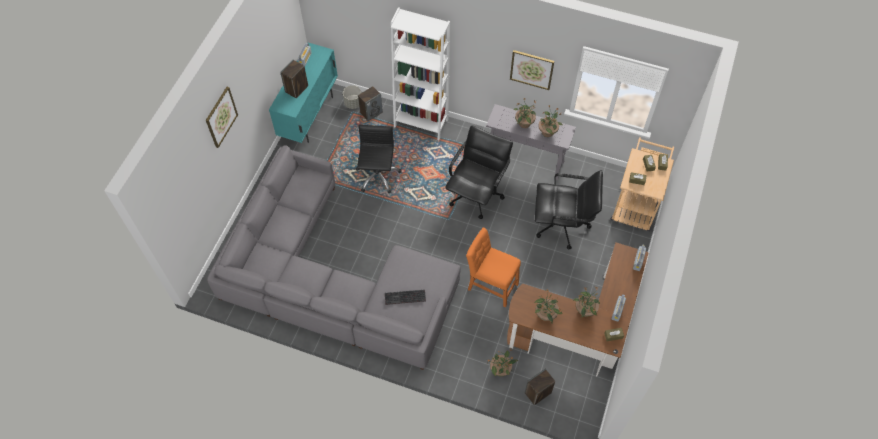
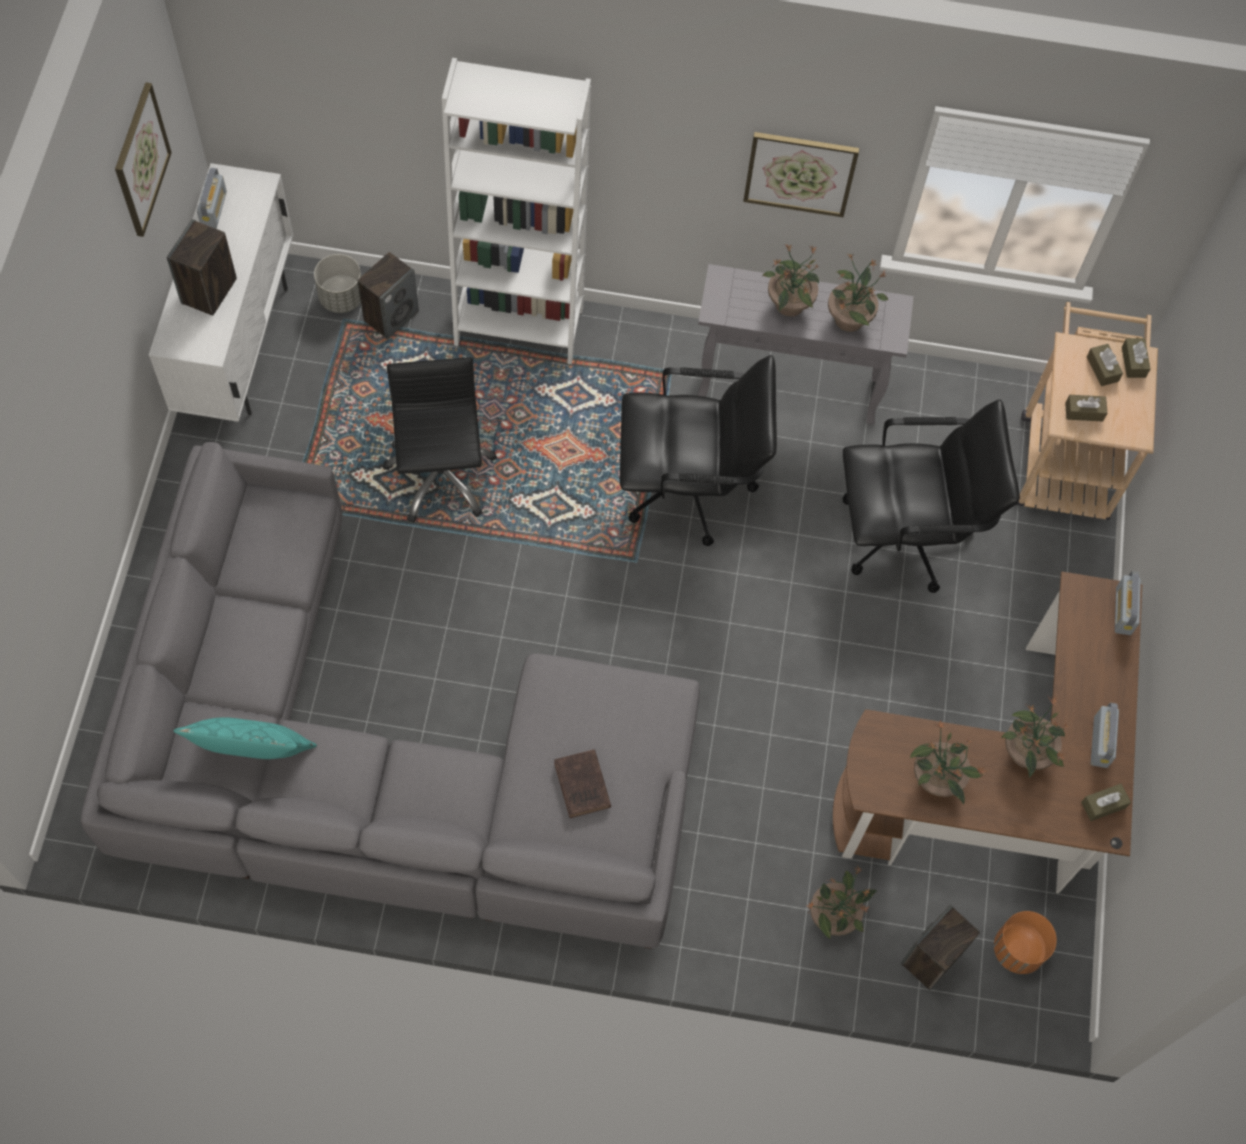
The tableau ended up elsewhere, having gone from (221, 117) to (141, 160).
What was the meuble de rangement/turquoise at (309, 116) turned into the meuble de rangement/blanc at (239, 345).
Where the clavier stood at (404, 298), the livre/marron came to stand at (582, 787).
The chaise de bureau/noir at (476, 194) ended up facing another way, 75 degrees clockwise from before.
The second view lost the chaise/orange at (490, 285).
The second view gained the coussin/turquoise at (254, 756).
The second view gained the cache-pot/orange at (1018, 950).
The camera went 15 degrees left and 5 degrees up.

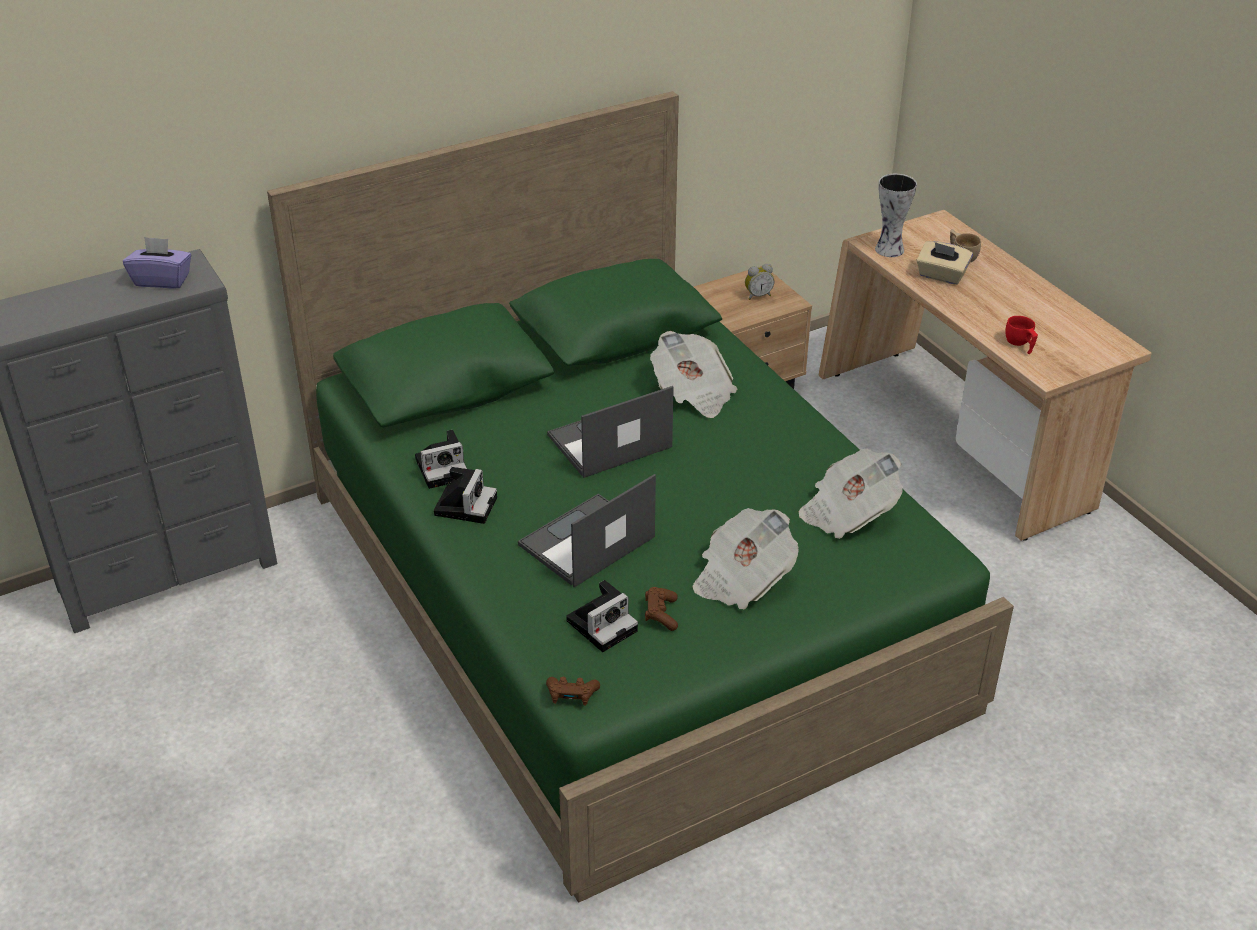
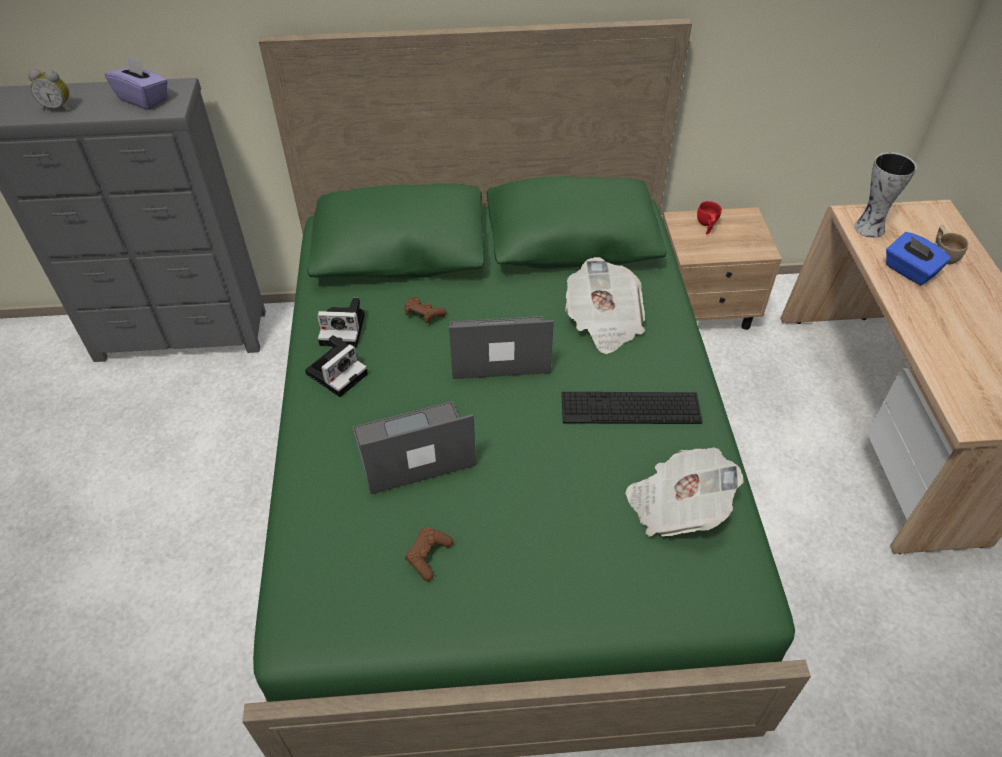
The manette/marron ended up elsewhere, having gone from (572, 696) to (423, 315).
The second view lost the appareil photo at (603, 624).
The second view lost the journal at (742, 579).
The réveil ended up elsewhere, having gone from (758, 295) to (59, 108).
What was the boîte à mouchoirs/beige at (941, 276) turned into the boîte à mouchoirs/bleu at (909, 271).
The tasse/rouge ended up elsewhere, having gone from (1020, 345) to (706, 225).
The second view gained the clavier at (630, 408).
The camera went 25 degrees right and 10 degrees up.

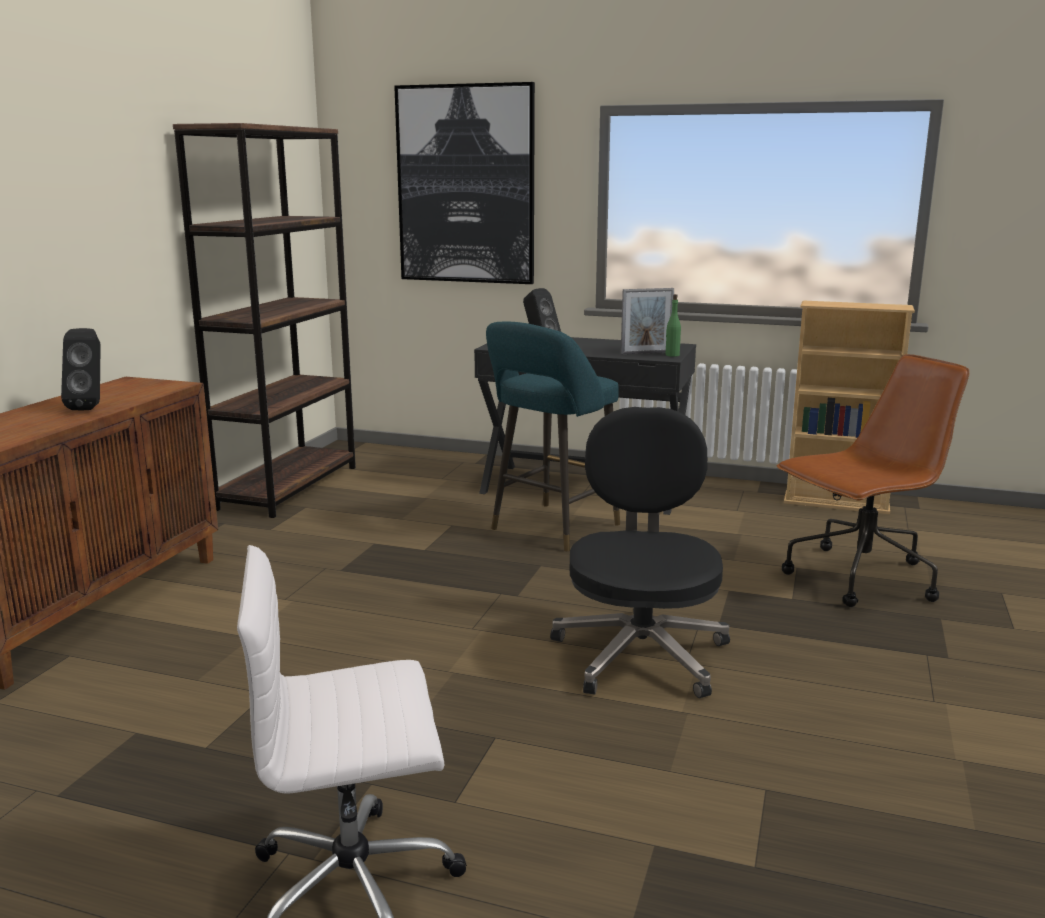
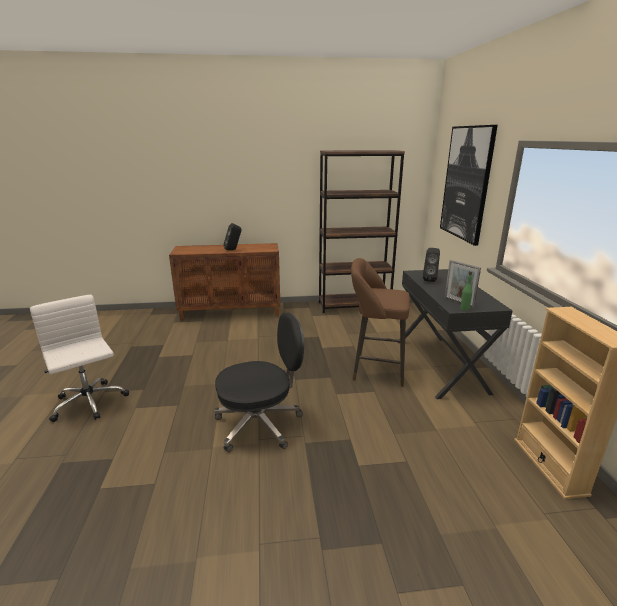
What was the tabouret/turquoise at (551, 529) turned into the tabouret/marron at (375, 369).
The second view lost the chaise de bureau/marron at (859, 579).
The camera went 65 degrees right and 5 degrees up.

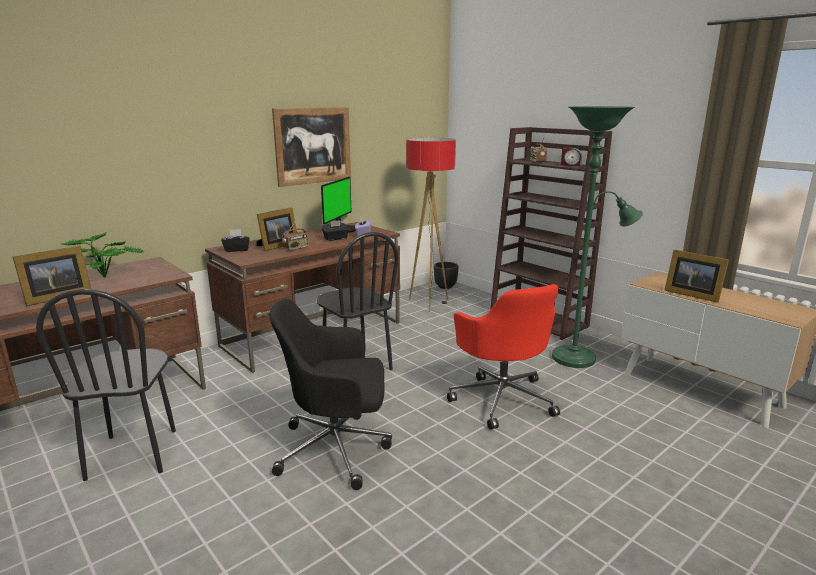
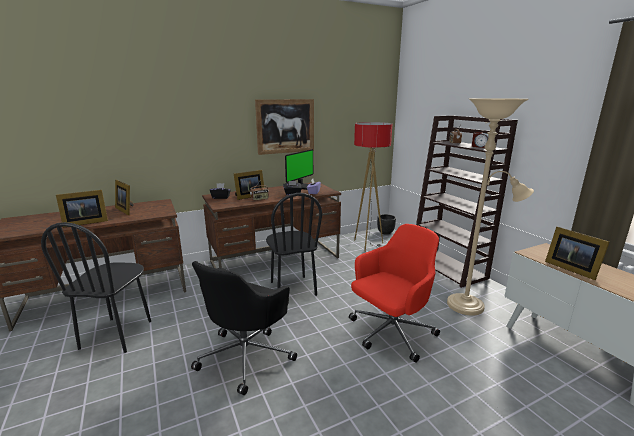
Where the plante en pot stood at (105, 276), the cadre photo came to stand at (126, 210).
The chaise de bureau/noir at (336, 449) ended up facing another way, 75 degrees counterclockwise from before.
The chaise de bureau/rouge at (502, 398) ended up facing another way, 120 degrees counterclockwise from before.
What was the lampadaire/vert at (579, 358) turned into the lampadaire/beige at (470, 305).
The camera went 15 degrees right and 0 degrees up.

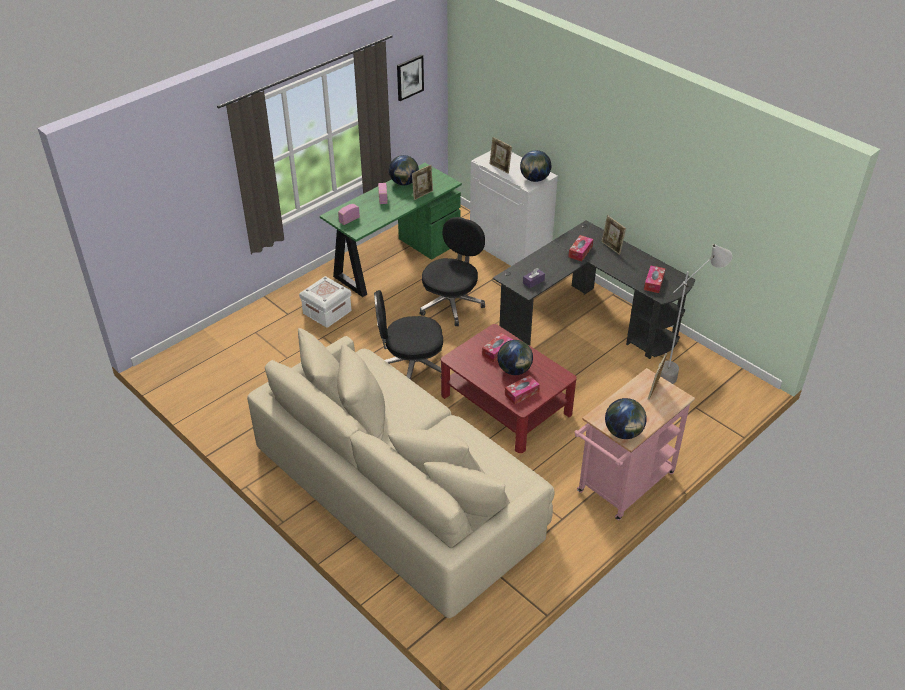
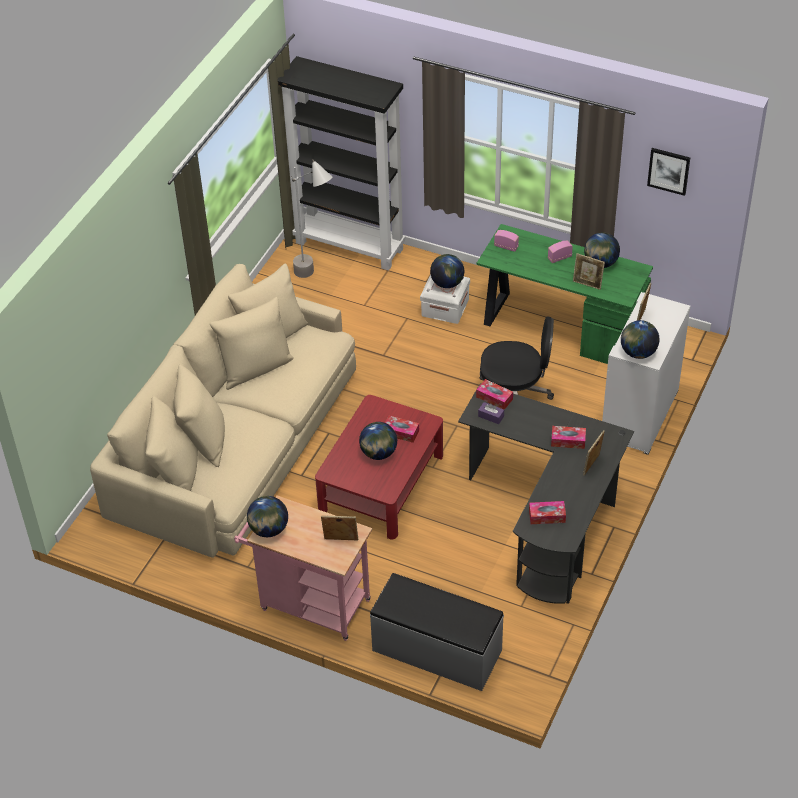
The second view lost the chaise de bureau/noir at (410, 367).
The boîte à mouchoirs ended up elsewhere, having gone from (521, 393) to (494, 398).
The lampadaire/gris ended up elsewhere, having gone from (680, 372) to (316, 278).
The second view gained the bibliothèque/noir at (350, 245).
The second view gained the banc/gris at (436, 651).
The second view gained the globe at (447, 283).
The camera went 70 degrees right and 5 degrees up.

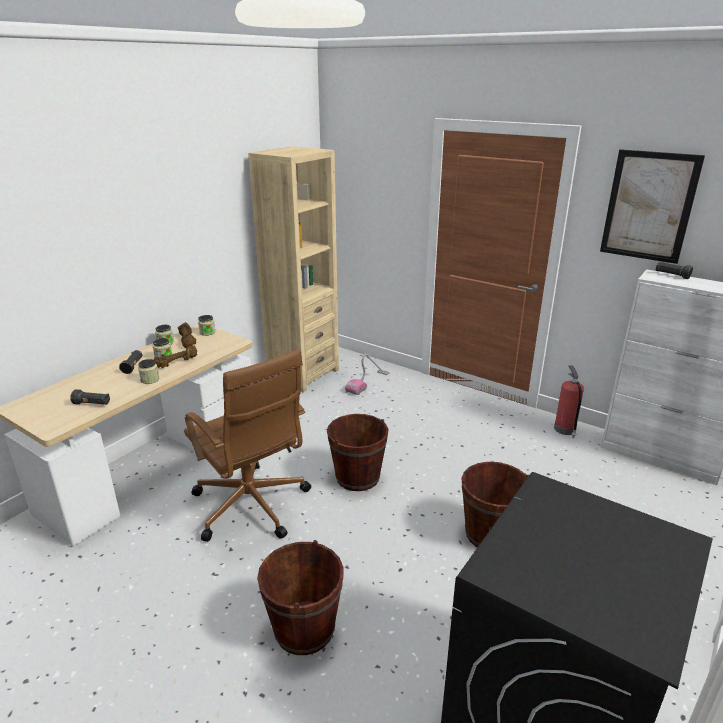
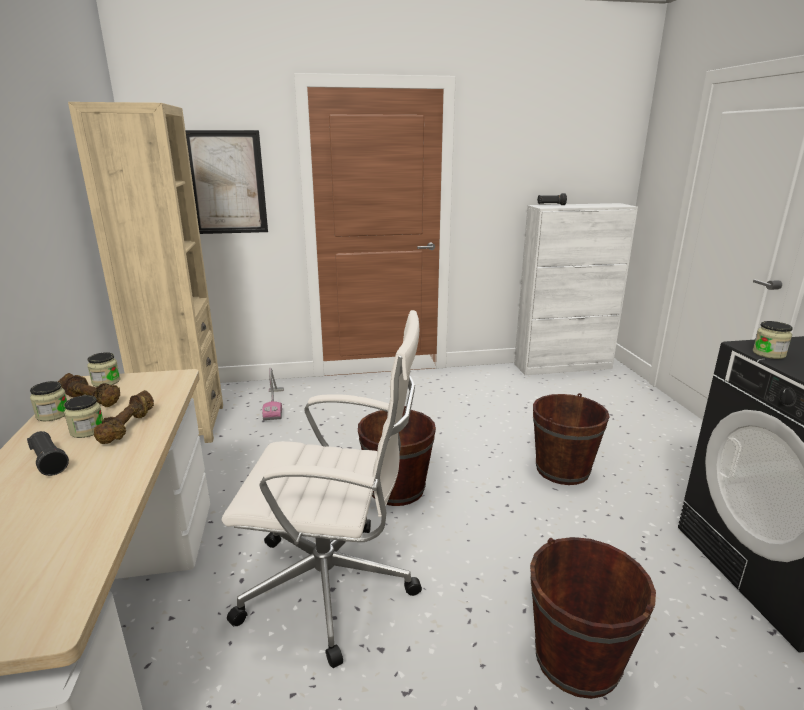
The second view lost the lampe de poche/noir at (92, 404).
The bocal ended up elsewhere, having gone from (150, 379) to (768, 354).
What was the chaise de bureau/marron at (252, 507) turned into the chaise de bureau/blanc at (333, 586).
The second view lost the extincteur at (565, 430).
The tableau ended up elsewhere, having gone from (648, 206) to (227, 183).
The camera went 45 degrees left and 5 degrees down.

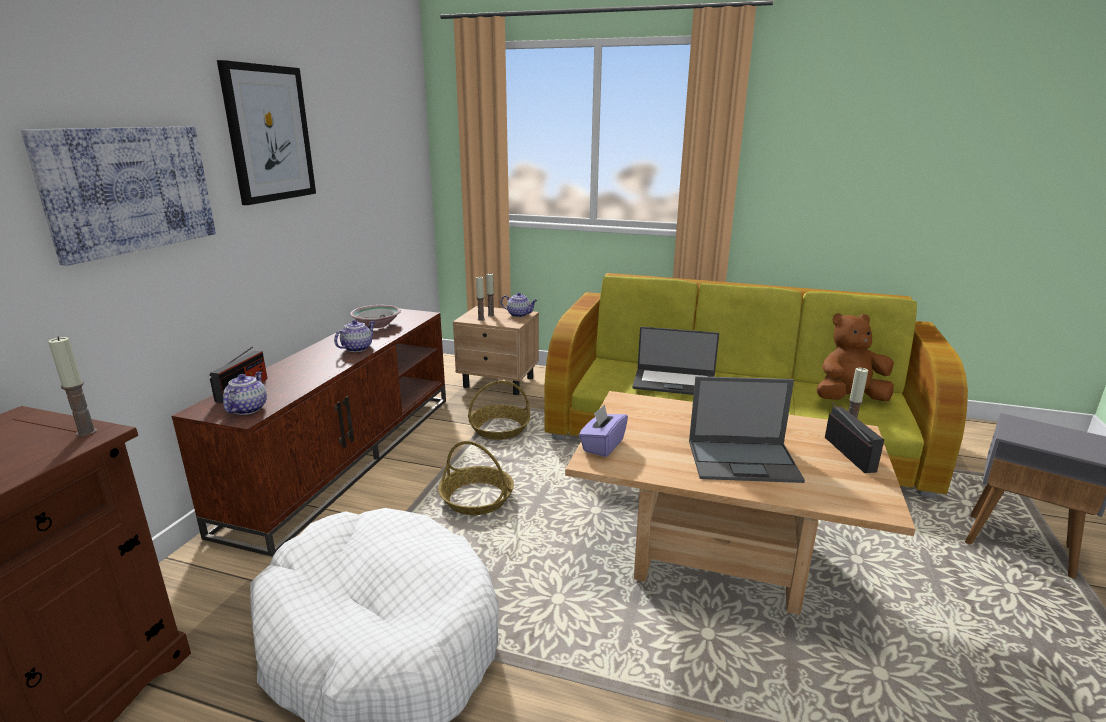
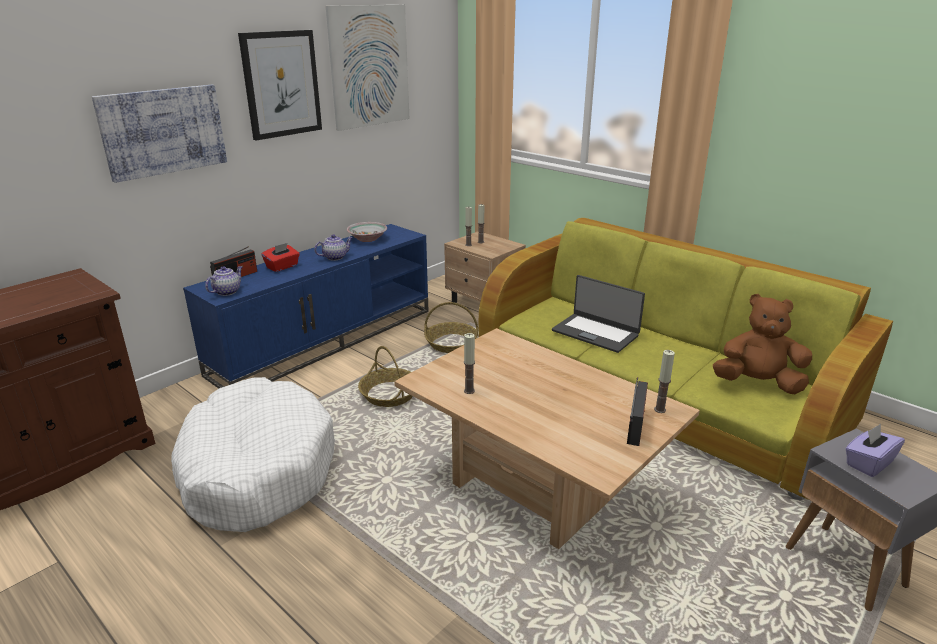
The bougie ended up elsewhere, having gone from (86, 432) to (469, 391).
What was the meuble télé/marron at (347, 455) turned into the meuble télé/bleu at (325, 340).
The second view lost the théière at (519, 315).
The boîte à mouchoirs/violet ended up elsewhere, having gone from (602, 445) to (868, 463).
The second view lost the ordinateur portable at (744, 461).
The second view gained the boîte à mouchoirs/rouge at (282, 267).
The second view gained the tableau at (369, 66).
The camera went 25 degrees right and 5 degrees up.

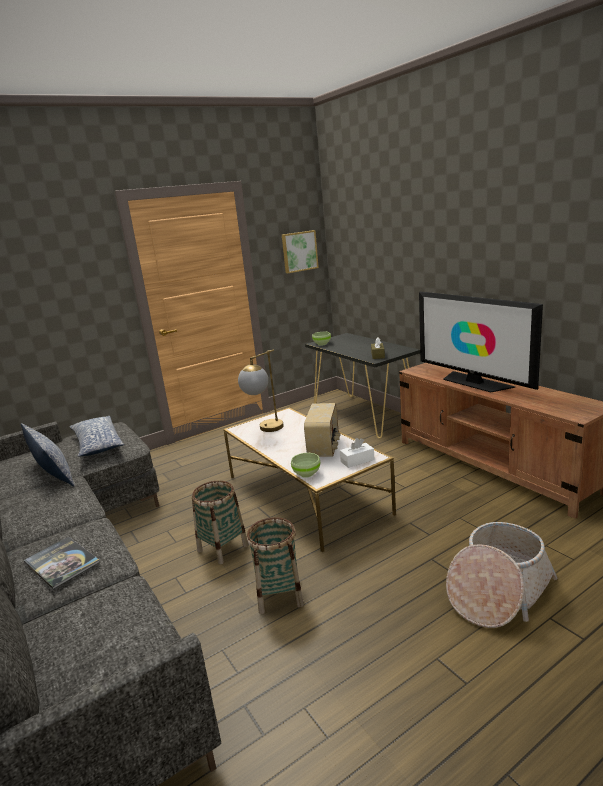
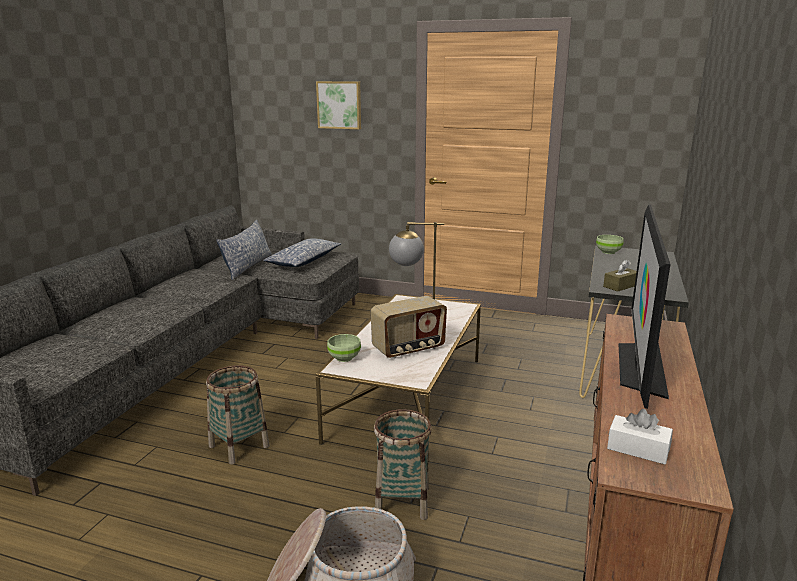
The second view lost the livre at (62, 563).
The panier ended up elsewhere, having gone from (223, 548) to (402, 501).
The tableau ended up elsewhere, having gone from (299, 251) to (339, 105).
The boîte à mouchoirs/blanc ended up elsewhere, having gone from (357, 461) to (638, 449).
The camera went 50 degrees right and 0 degrees up.

